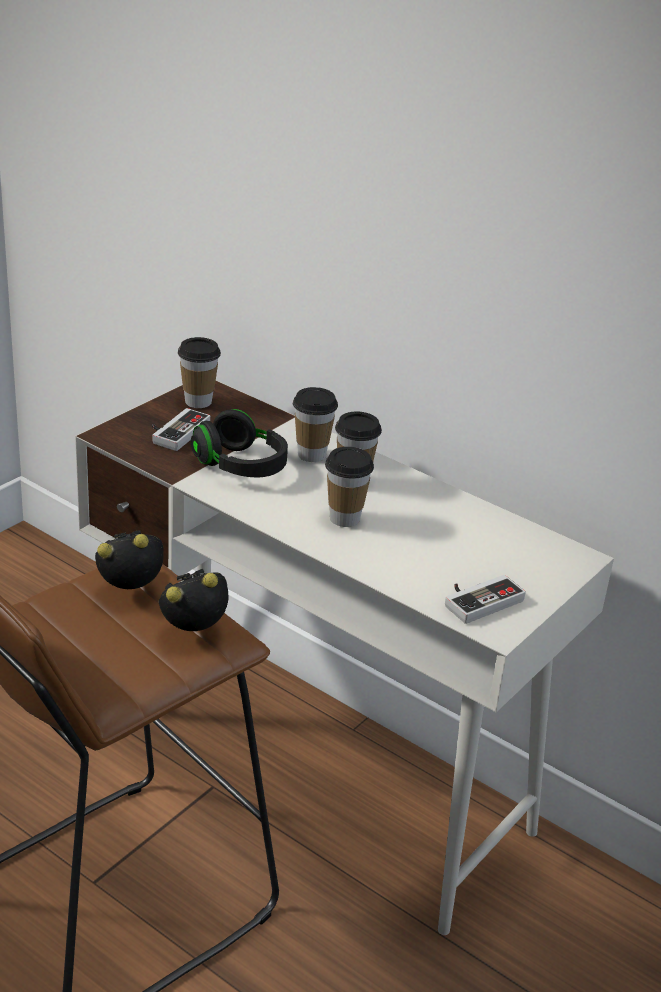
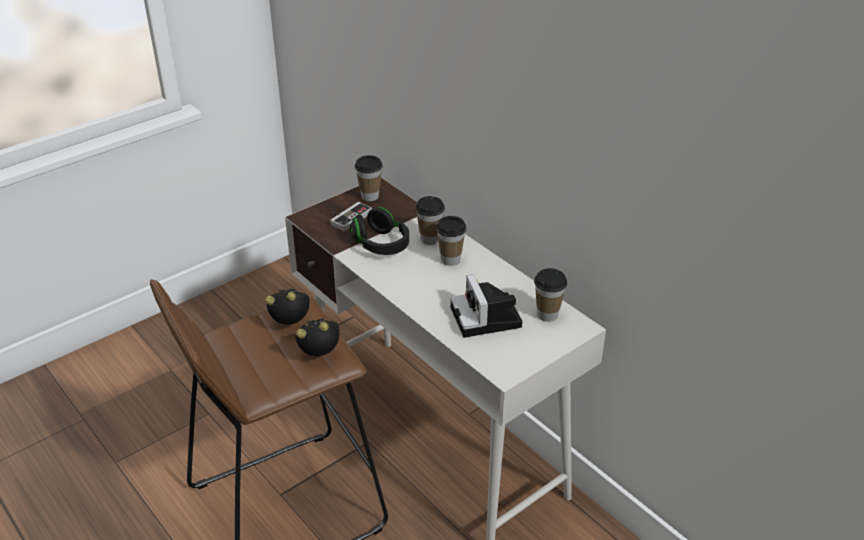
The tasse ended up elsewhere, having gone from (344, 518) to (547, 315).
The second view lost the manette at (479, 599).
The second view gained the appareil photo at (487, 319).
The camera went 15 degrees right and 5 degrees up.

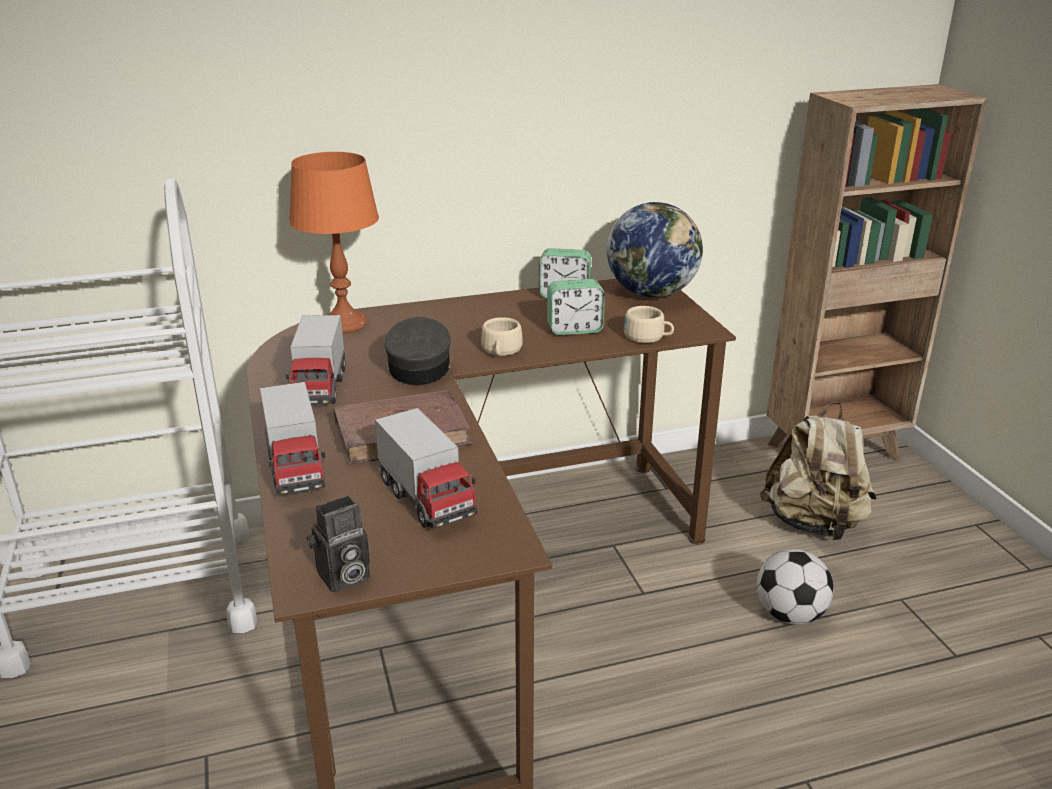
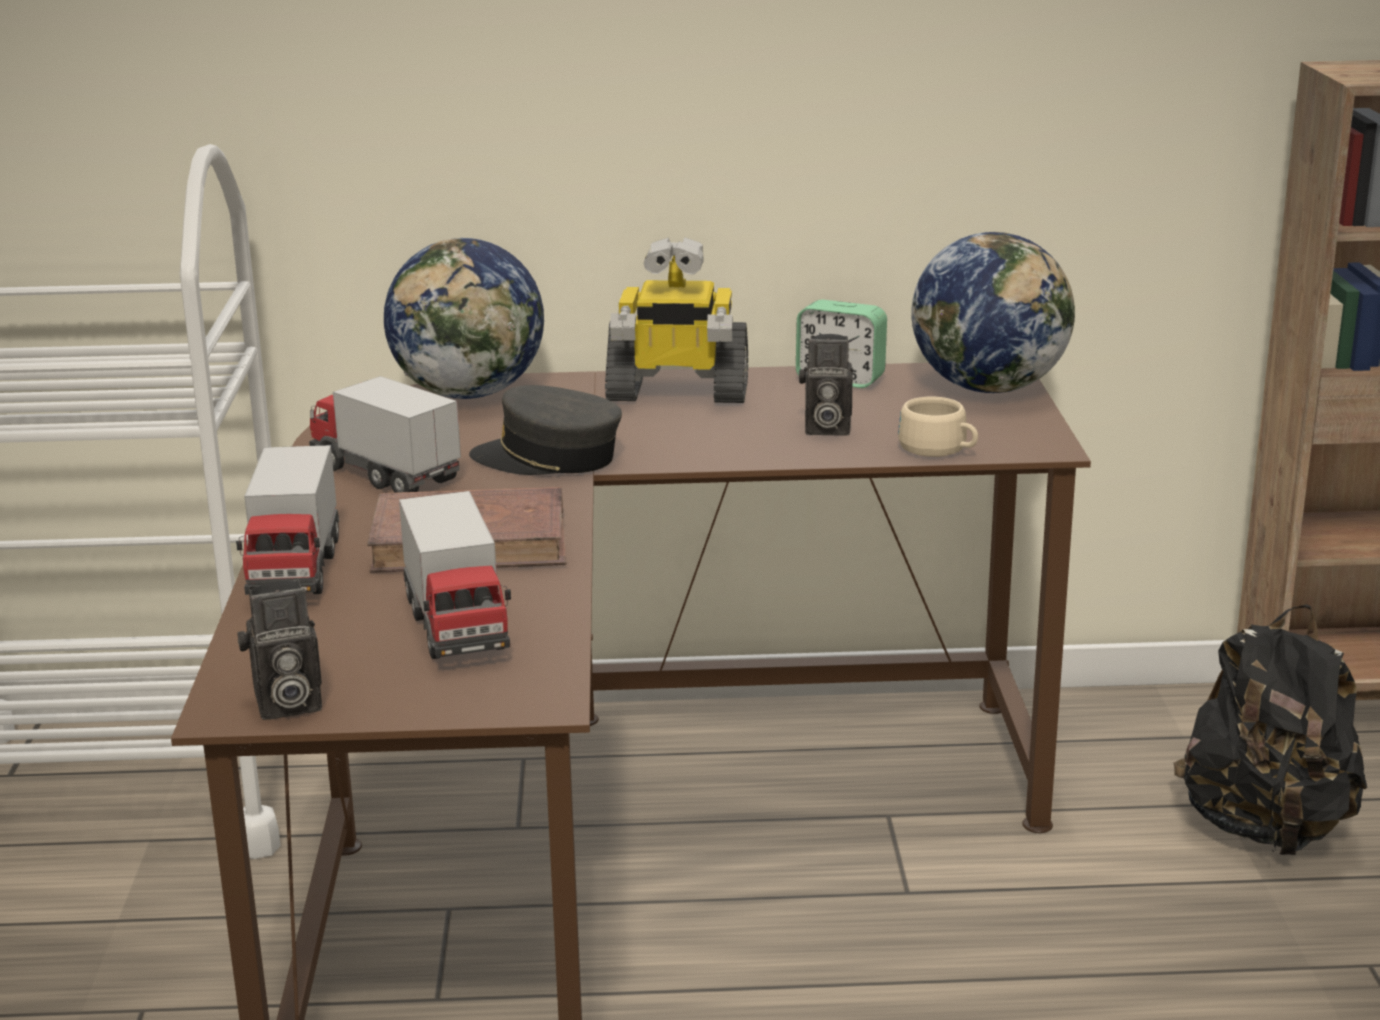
The camion jouet at (320, 388) ended up facing another way, 120 degrees clockwise from before.
Where the lampe de table/orange stood at (345, 324), the globe came to stand at (470, 394).
The casquette/gris at (419, 366) ended up facing another way, 90 degrees counterclockwise from before.
The second view lost the tasse/beige at (501, 351).
Where the réveil stood at (574, 329), the appareil photo came to stand at (824, 429).
The second view lost the ballon de foot at (789, 615).
What was the sac à dos/beige at (814, 523) turned into the sac à dos/noir at (1265, 828).
The second view gained the robot jouet at (676, 392).
The camera went 15 degrees right and 5 degrees down.

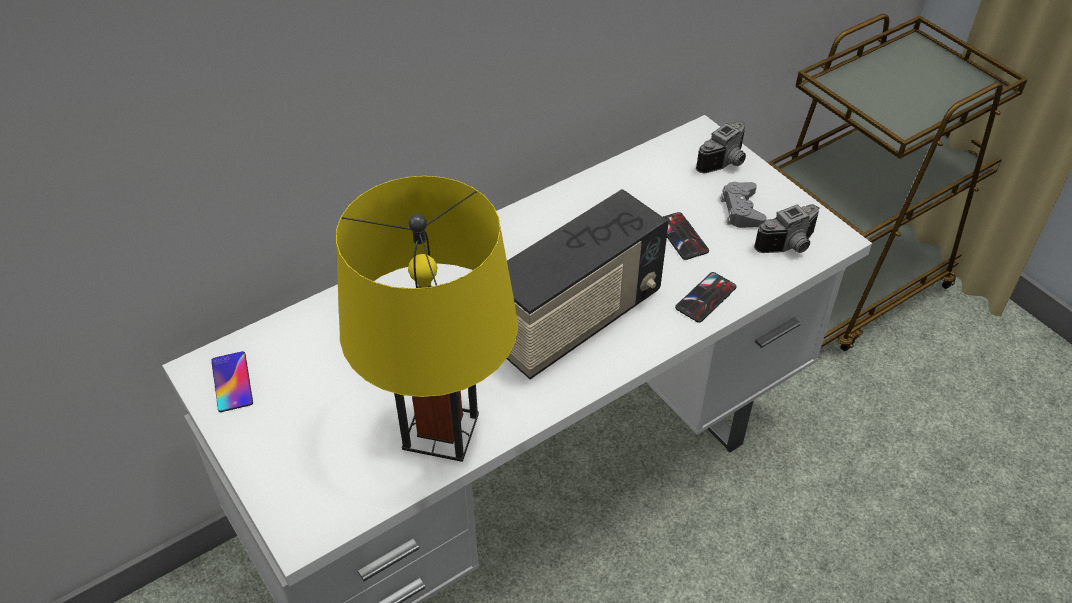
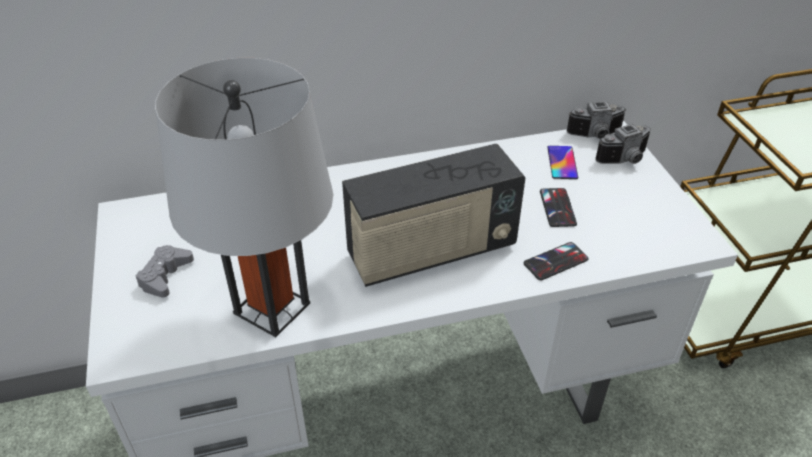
The téléphone ended up elsewhere, having gone from (232, 382) to (562, 163).
What was the lampe de table/jaune at (441, 431) turned into the lampe de table/gris at (272, 308).
The manette/gris ended up elsewhere, having gone from (741, 210) to (165, 276).
The appareil photo ended up elsewhere, having gone from (790, 246) to (596, 136).
The camera went 20 degrees right and 5 degrees down.

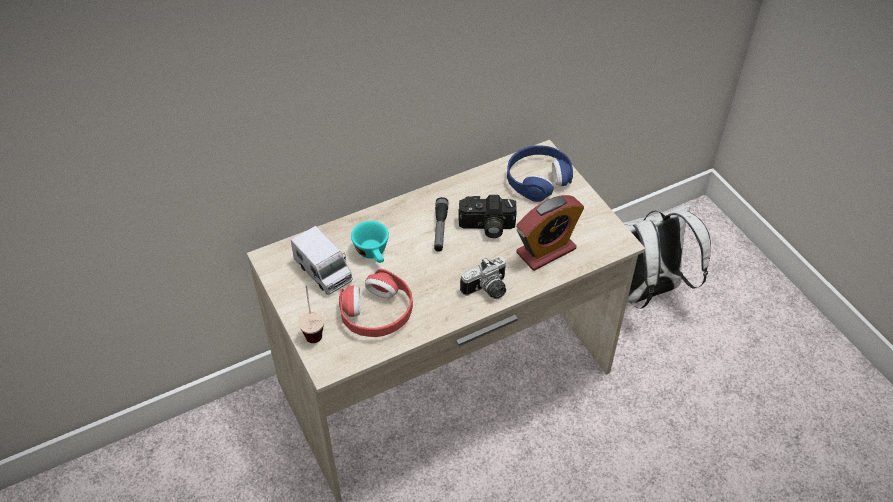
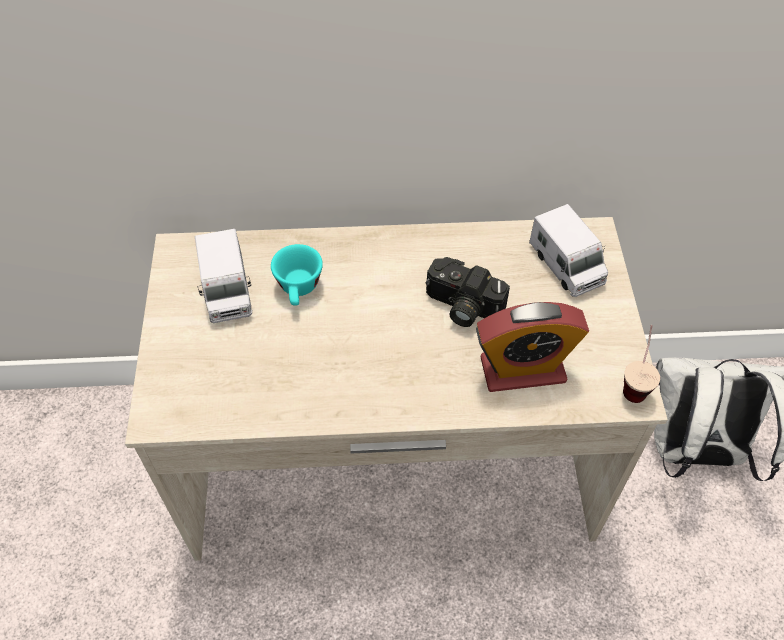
The tasse ended up elsewhere, having gone from (312, 328) to (635, 381).
The second view lost the casque audio/rouge at (377, 312).
The second view lost the lampe de poche at (440, 229).
The second view lost the appareil photo at (487, 290).
Where the casque audio/bleu stood at (537, 179), the camion jouet came to stand at (566, 265).
The camera went 25 degrees right and 5 degrees up.

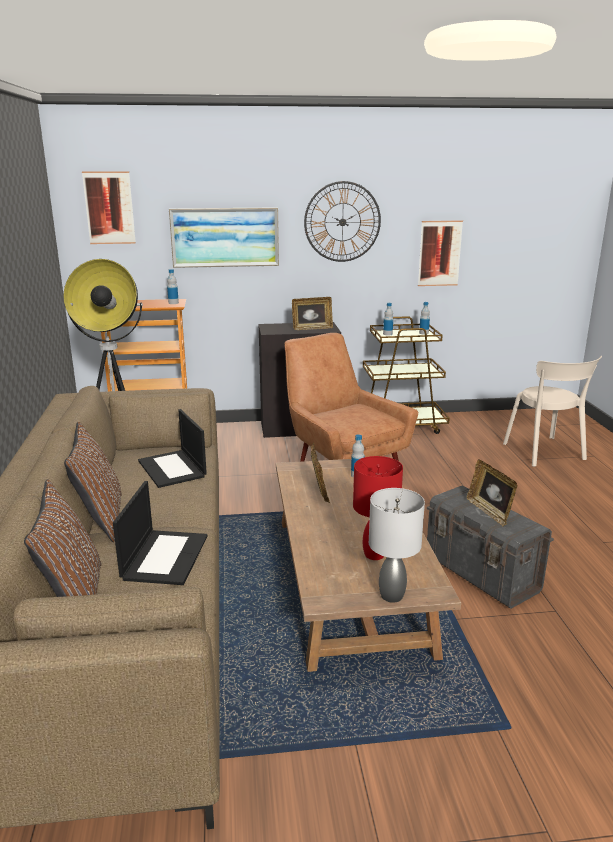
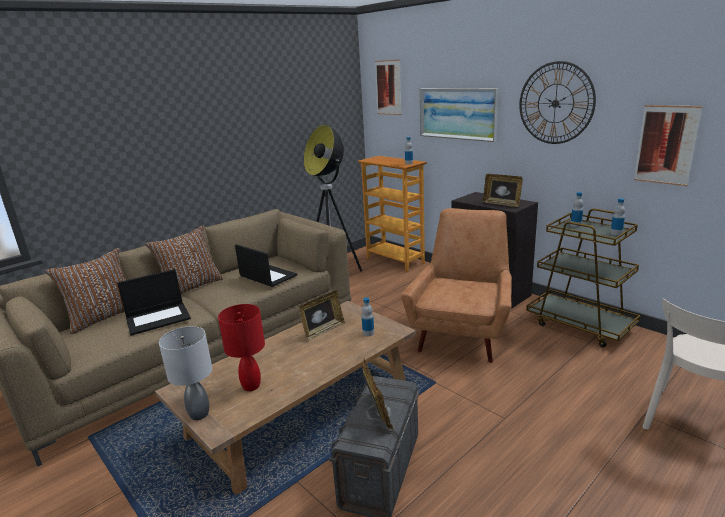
The ordinateur portable at (173, 469) ended up facing another way, 105 degrees clockwise from before.
The cadre photo at (489, 512) ended up facing another way, 135 degrees clockwise from before.
The camera went 55 degrees right and 0 degrees up.

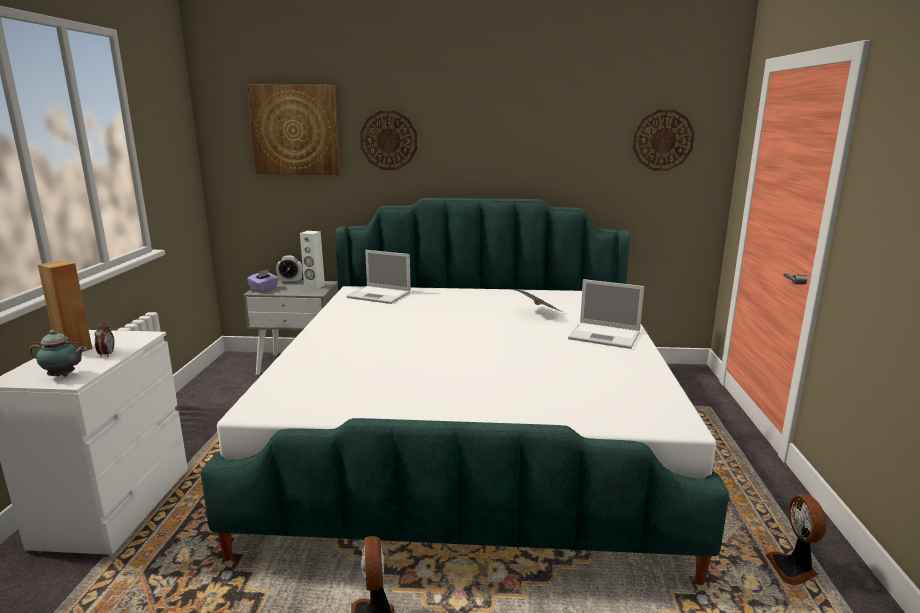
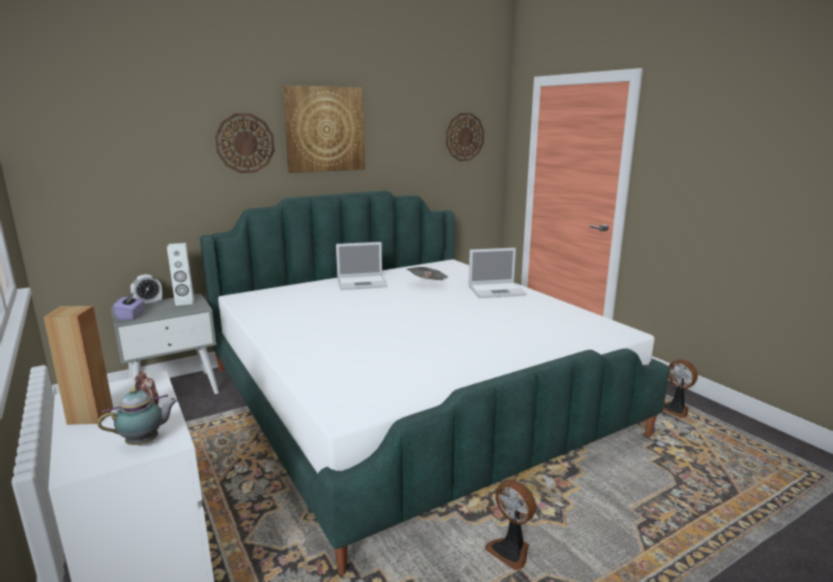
The tableau ended up elsewhere, having gone from (295, 130) to (324, 129).
The ordinateur portable ended up elsewhere, having gone from (380, 295) to (363, 283).
The camera went 35 degrees left and 0 degrees up.

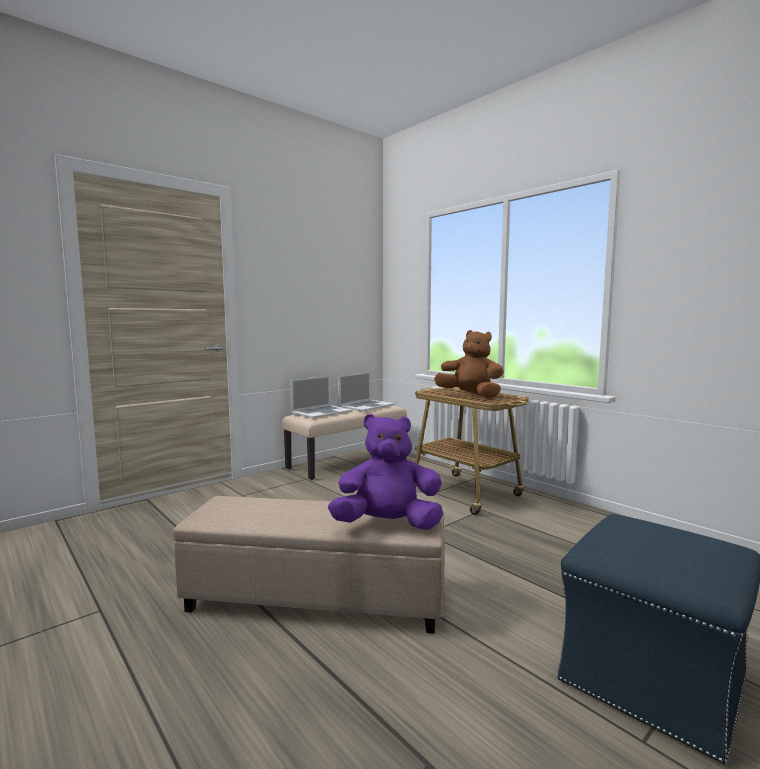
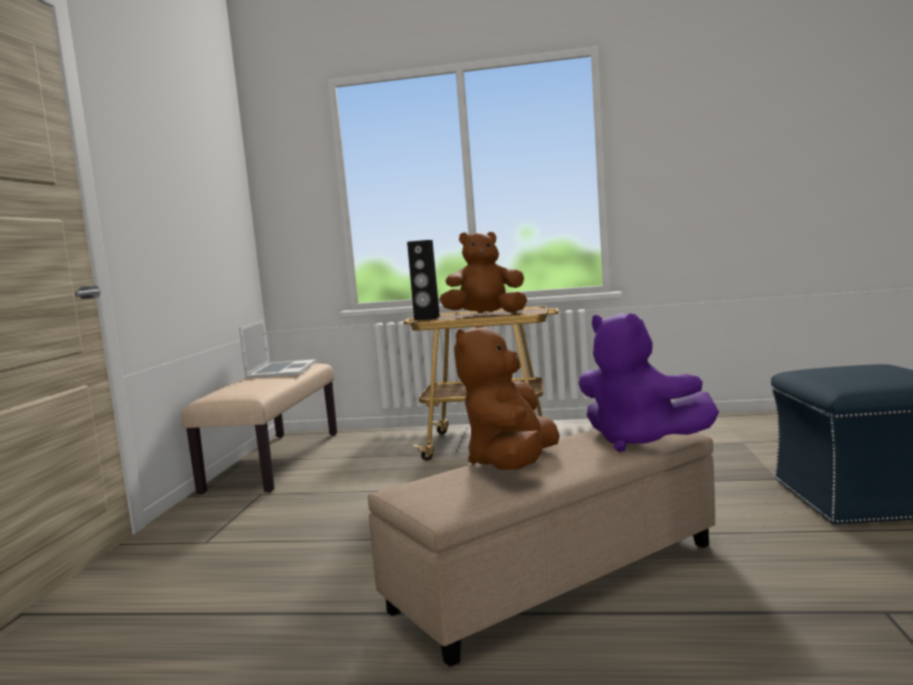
The second view lost the ordinateur portable at (321, 412).
The peluche/violet at (388, 525) ended up facing another way, 90 degrees counterclockwise from before.
The second view gained the enceinte/noir at (427, 318).
The second view gained the peluche/marron at (512, 464).
The camera went 40 degrees left and 0 degrees up.

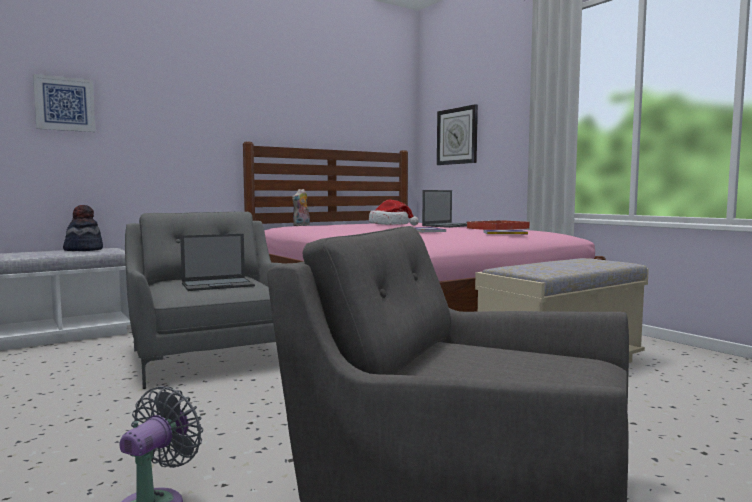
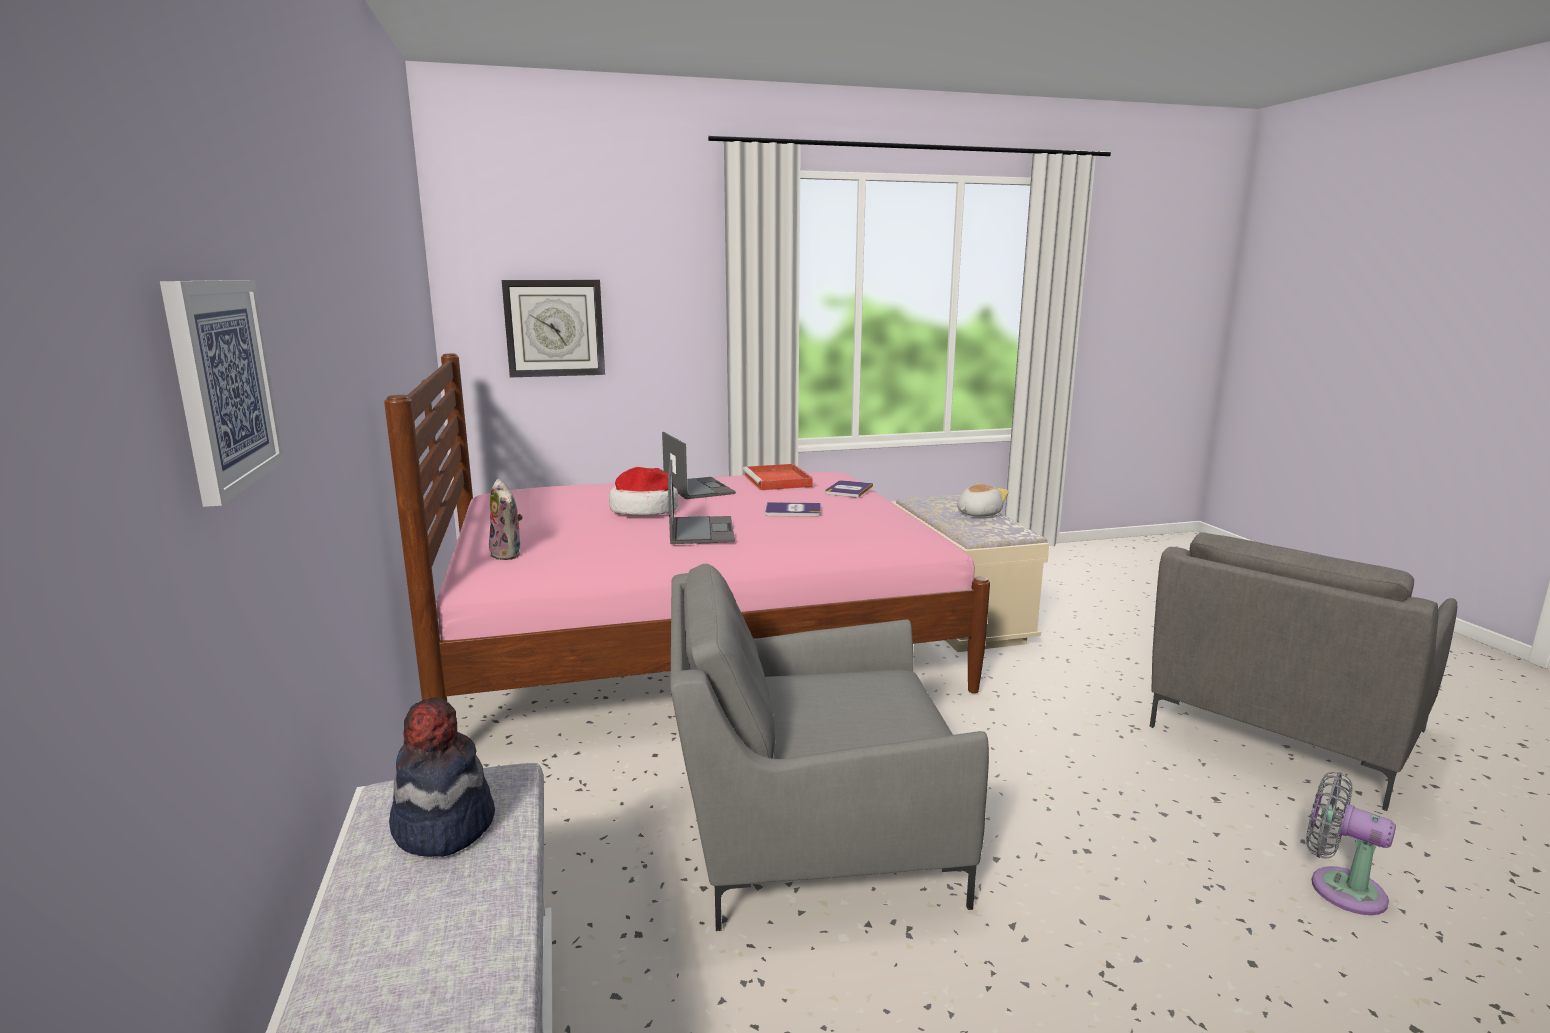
The ordinateur portable ended up elsewhere, having gone from (218, 285) to (701, 530).
The second view gained the peluche at (977, 514).
The camera went 70 degrees left and 10 degrees up.

